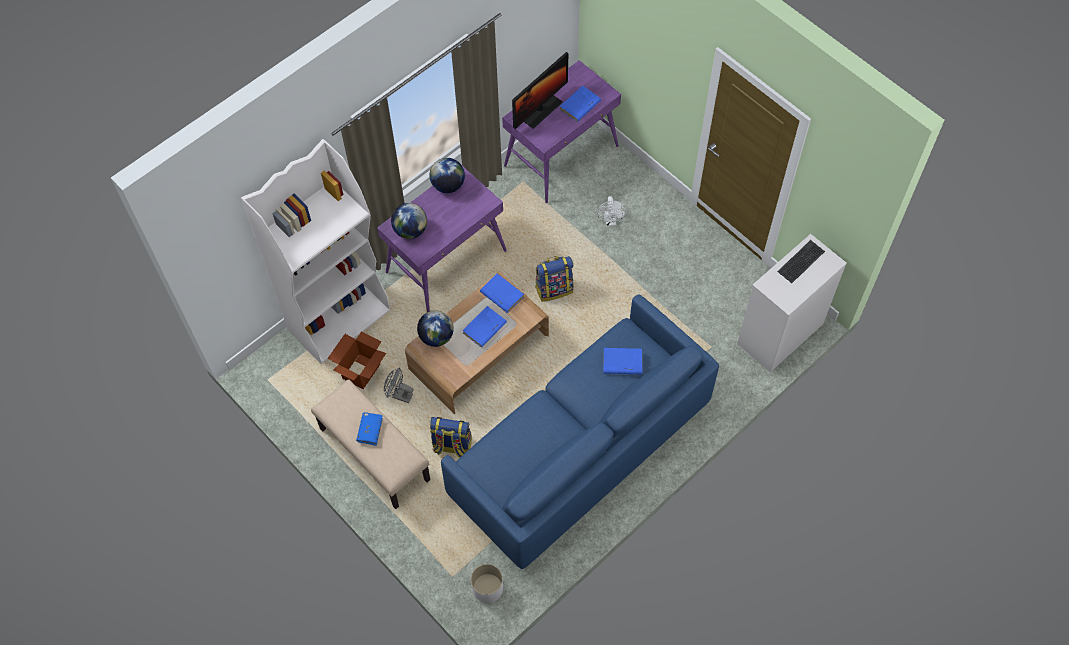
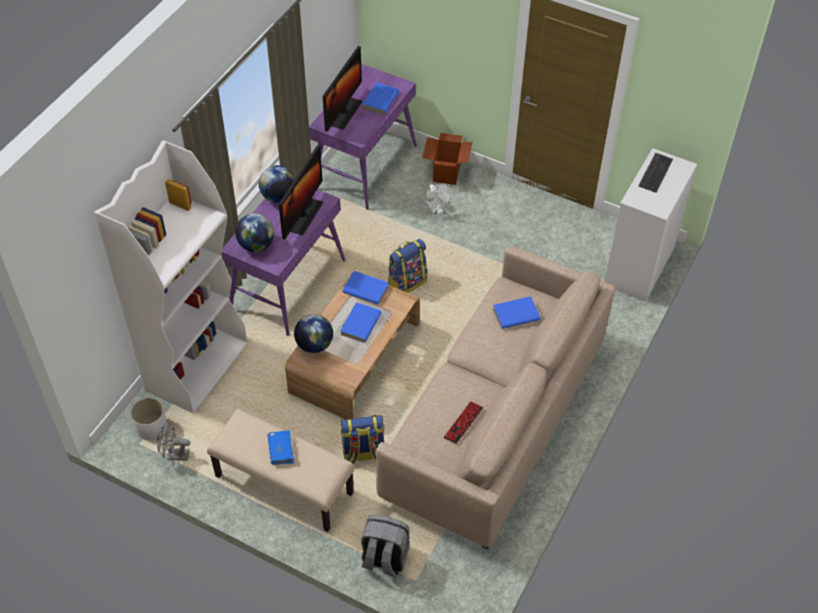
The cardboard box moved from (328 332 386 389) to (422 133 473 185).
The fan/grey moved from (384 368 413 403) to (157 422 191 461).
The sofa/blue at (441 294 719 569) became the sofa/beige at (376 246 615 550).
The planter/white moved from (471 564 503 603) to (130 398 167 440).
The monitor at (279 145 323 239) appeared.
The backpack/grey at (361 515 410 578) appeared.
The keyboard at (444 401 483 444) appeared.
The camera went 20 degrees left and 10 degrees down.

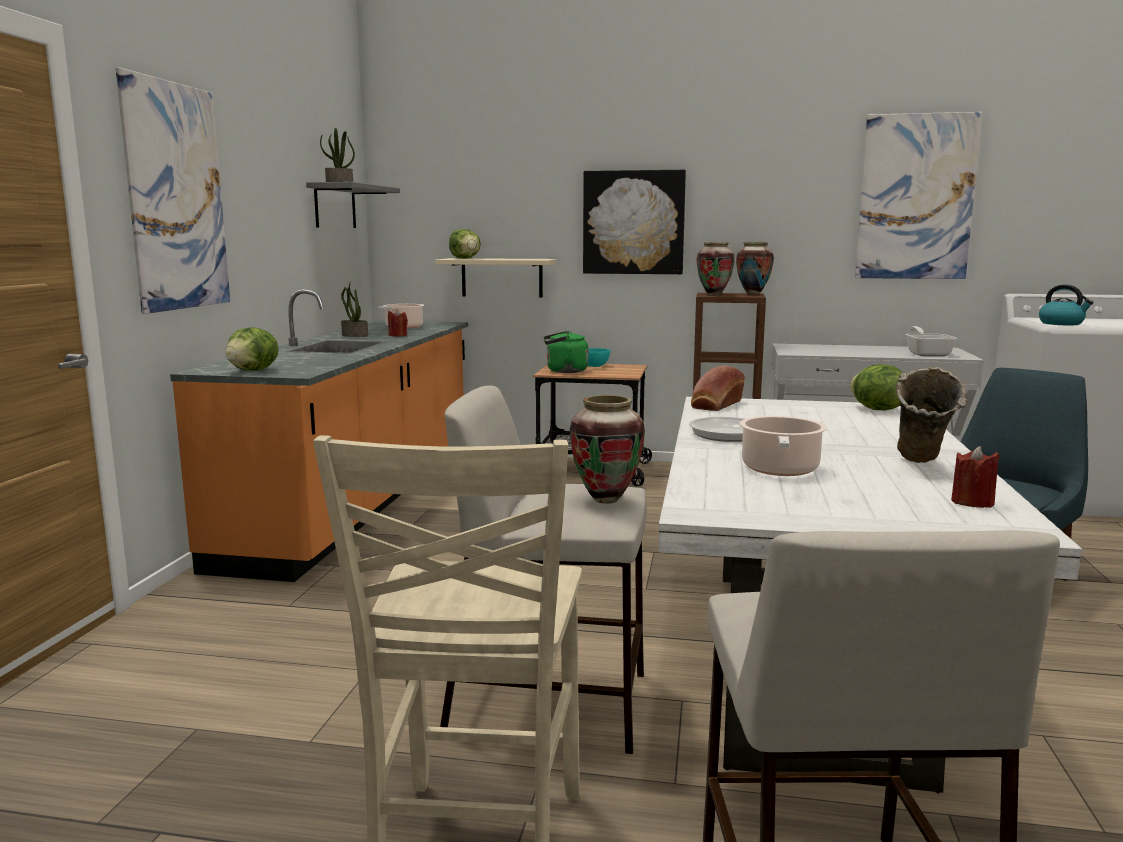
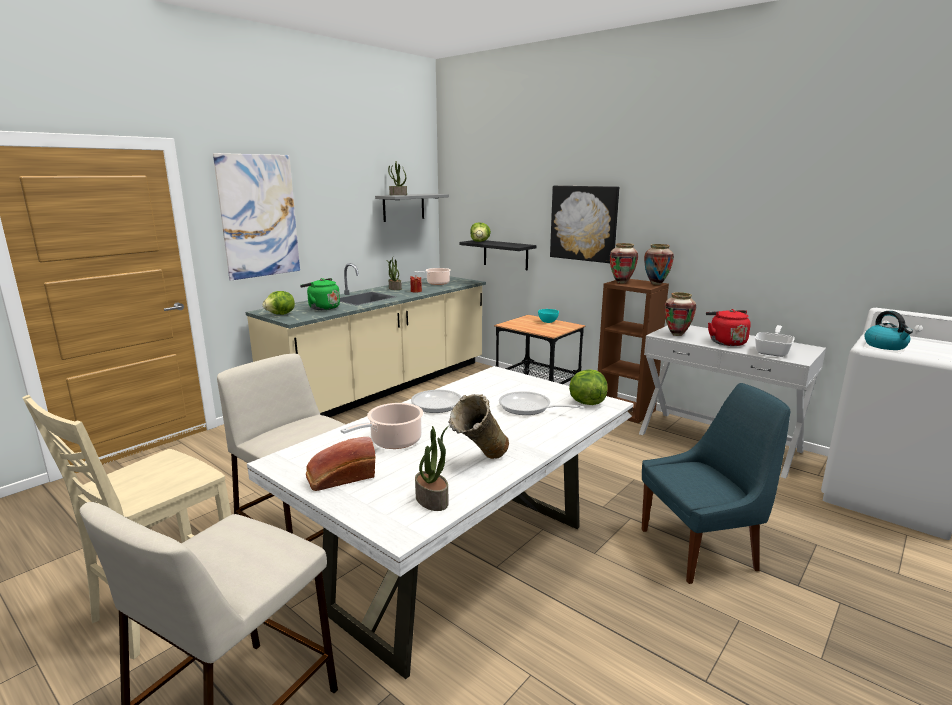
The counter/orange at (170 289 468 582) became the counter/beige at (246 263 486 417).
The shelf/beige at (435 258 556 298) became the shelf/black at (459 240 536 270).
The kettle/green moved from (543 331 588 373) to (300 278 340 310).
The vase moved from (569 395 645 504) to (664 292 696 336).
The bread moved from (691 366 745 411) to (306 437 375 491).
The picture at (855 112 983 279) disappeared.
The candle/red at (951 446 1000 508) was replaced by the potted plant at (415 426 449 511).
The frying pan at (499 391 584 415) appeared.
The kettle/red at (706 309 751 346) appeared.
The camera went 30 degrees right and 5 degrees up.

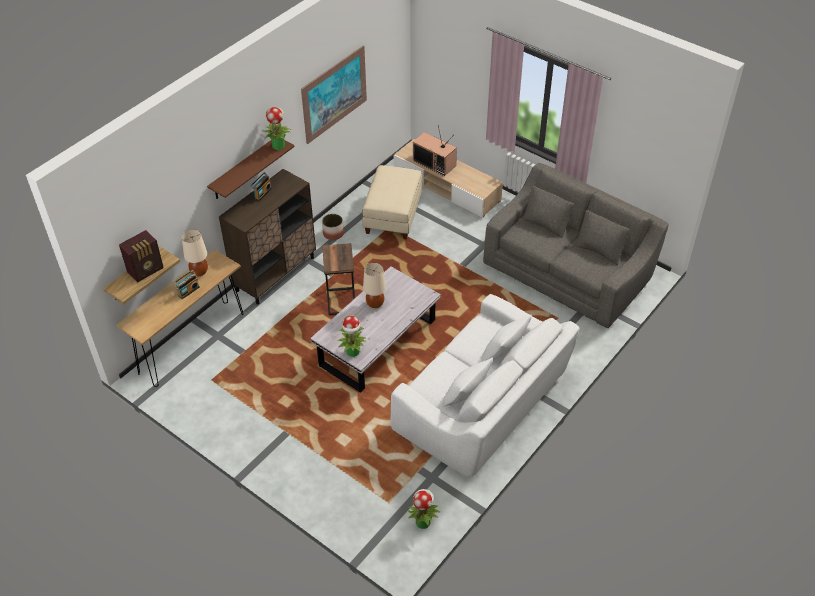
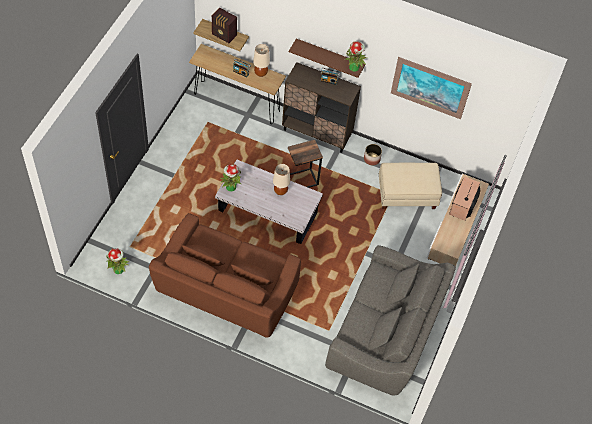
The sofa/white at (391 294 580 477) became the sofa/brown at (149 213 301 338).
The camera went 70 degrees right and 10 degrees up.

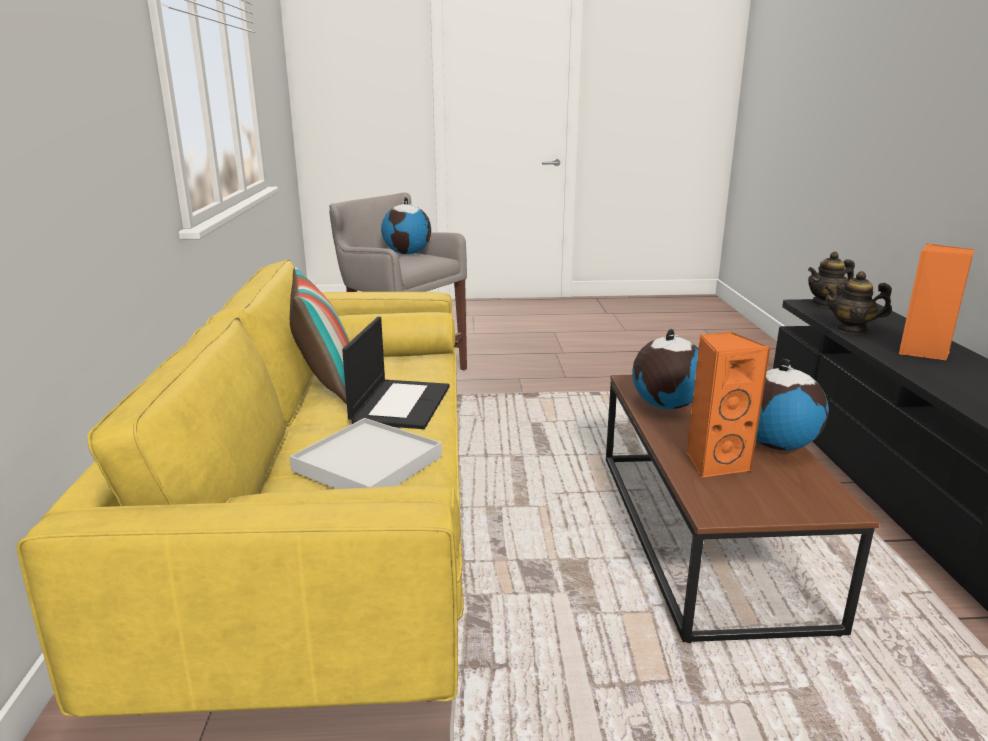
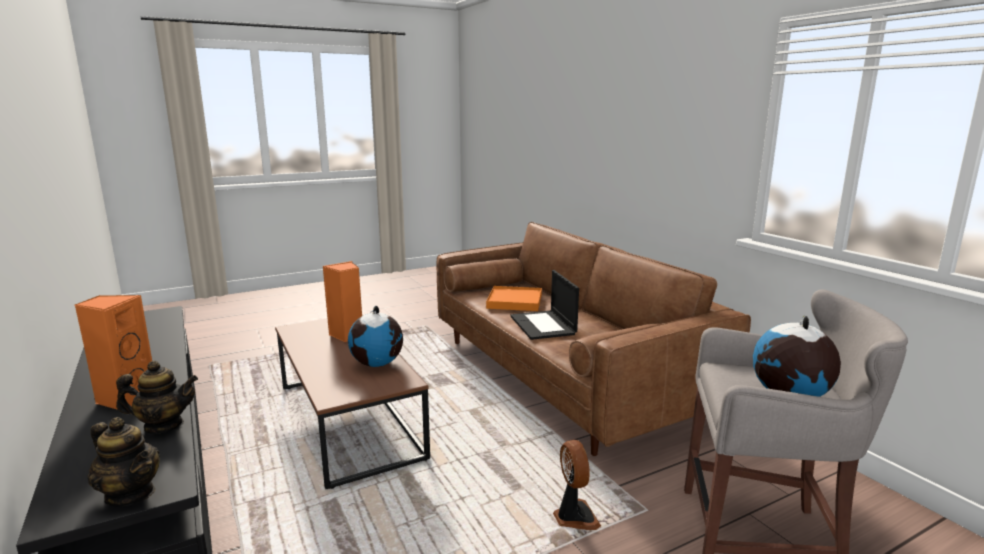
The sofa/yellow at (17 259 464 717) became the sofa/brown at (437 222 751 456).
The tray/white at (289 418 442 489) became the tray/orange at (486 286 542 311).
The pillow at (290 267 350 404) disappeared.
The globe at (756 359 829 451) disappeared.
The teapot at (808 252 855 308) turned 75 degrees clockwise.
The fan at (553 440 601 530) appeared.
The camera went 155 degrees right and 5 degrees down.

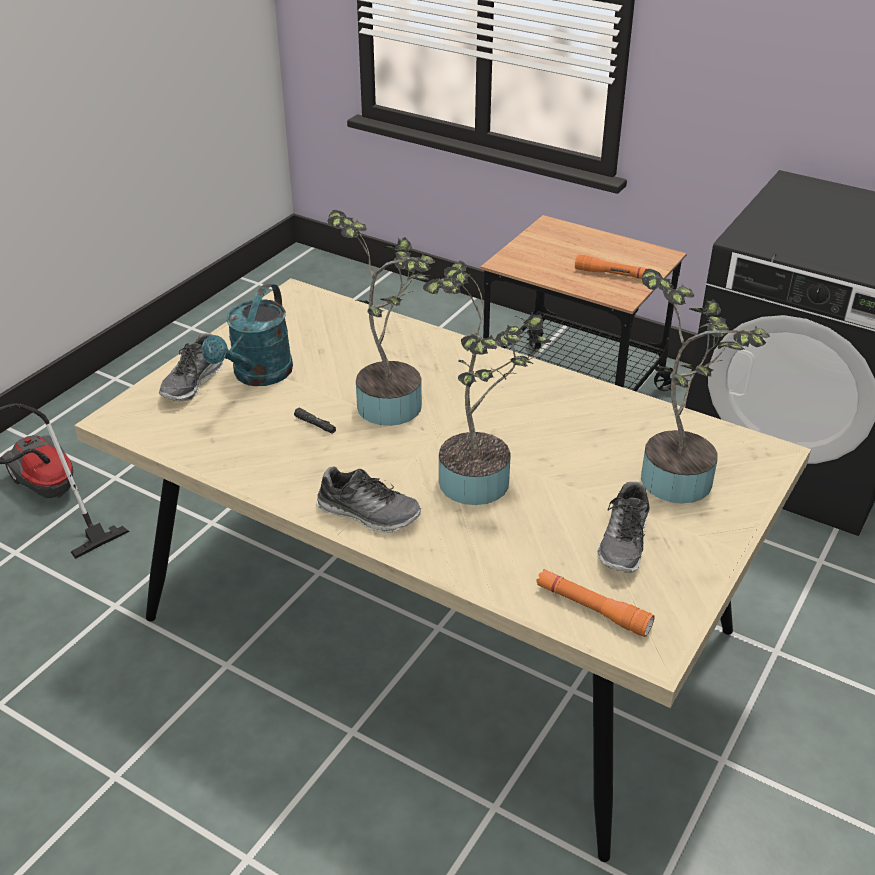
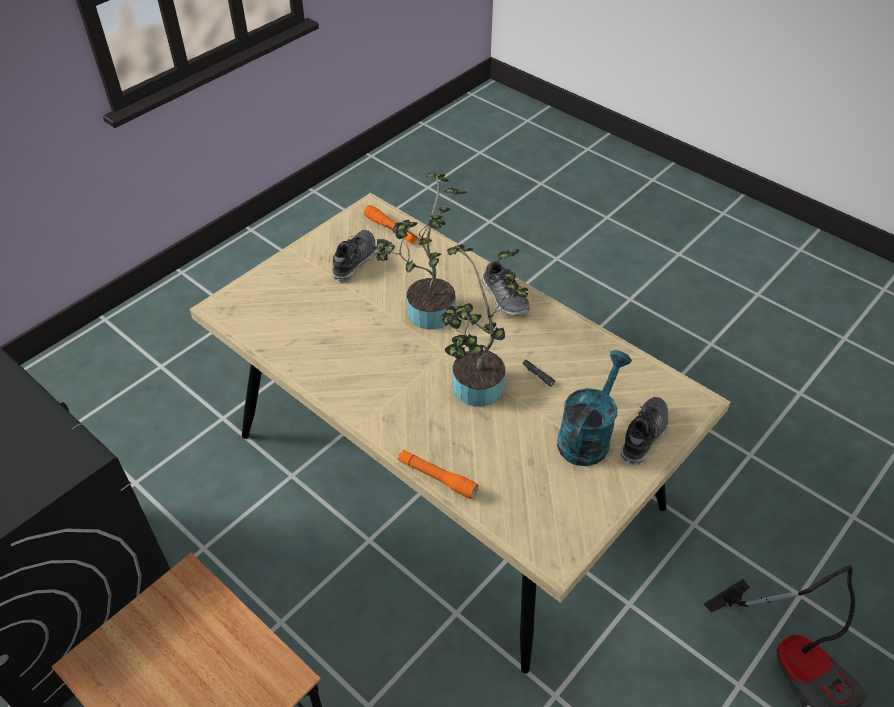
The shoe at (316 466 421 533) turned 150 degrees counterclockwise.
The flashlight/orange moved from (575 255 648 279) to (398 450 478 499).
The potted plant at (641 269 770 504) disappeared.
The camera went 170 degrees left and 10 degrees up.

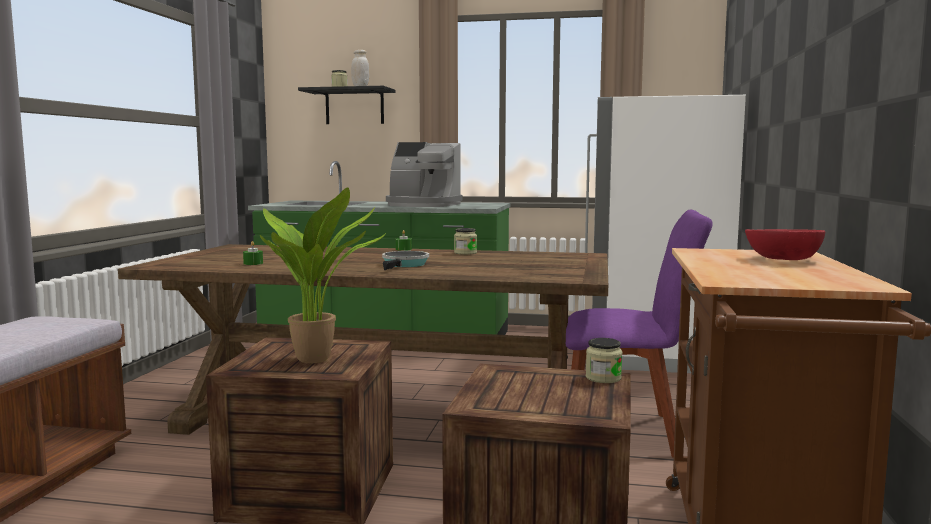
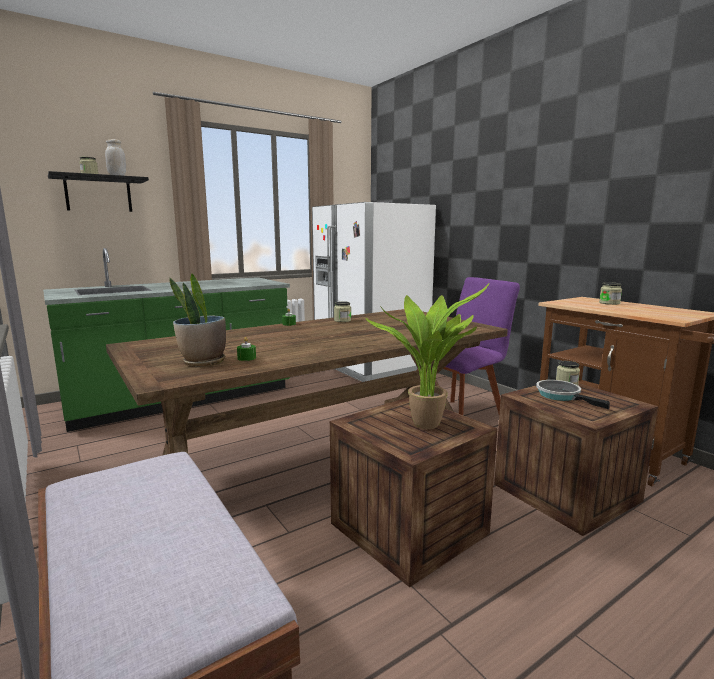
The frying pan moved from (382 251 429 270) to (536 380 610 409).
The coffee machine at (386 142 463 207) disappeared.
The bowl/red at (745 229 825 260) was replaced by the jar at (599 282 622 305).
The potted plant at (169 273 226 366) appeared.
The camera went 45 degrees left and 5 degrees up.

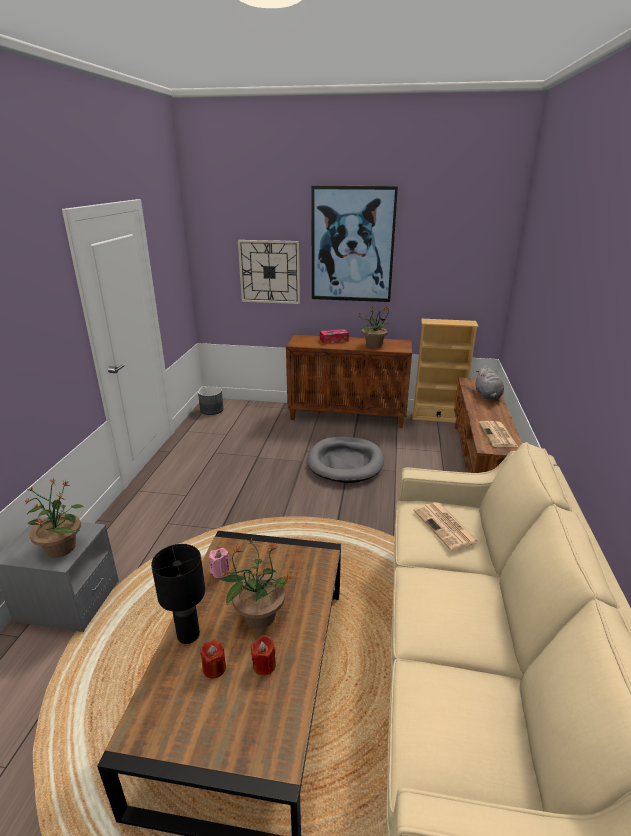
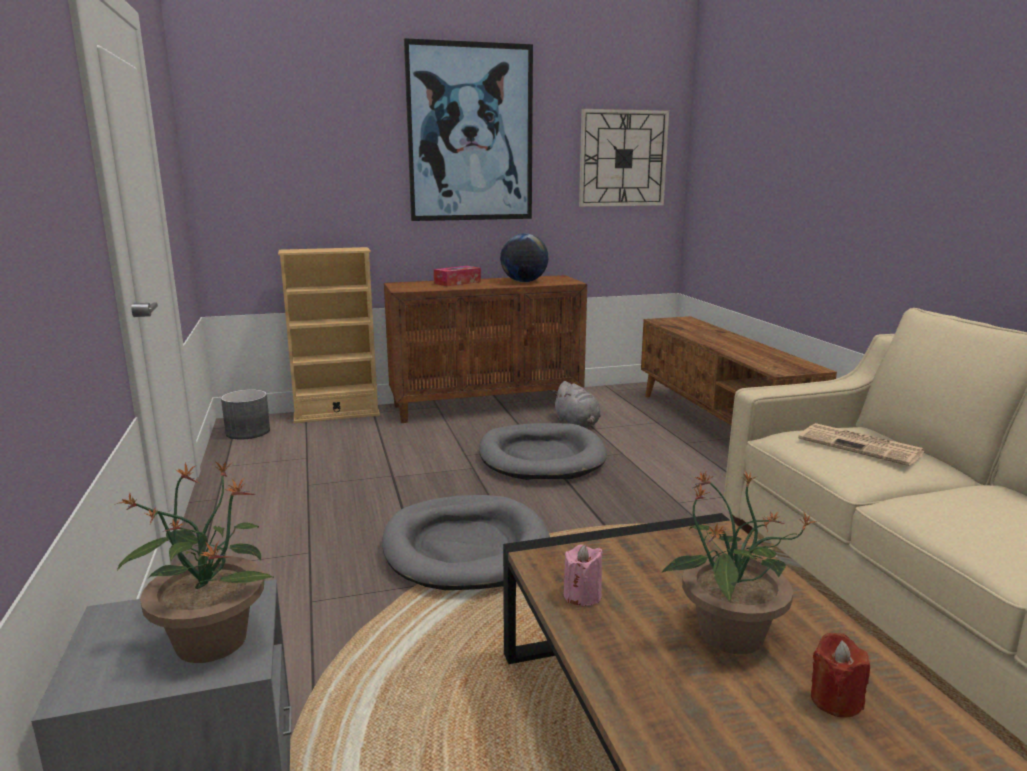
The table lamp/black at (151 544 205 644) disappeared.
The candle/red at (200 640 226 679) disappeared.
The wall clock moved from (238 240 300 304) to (579 109 669 207).
The potted plant at (358 306 395 348) was replaced by the globe at (500 233 549 282).
The bookcase/beige moved from (412 319 478 423) to (278 247 380 423).
The plush toy/grey moved from (476 365 504 399) to (552 381 601 427).
The newspaper at (479 421 518 447) disappeared.
The dog bed/grey at (382 495 550 590) appeared.
The camera went 25 degrees left and 10 degrees down.

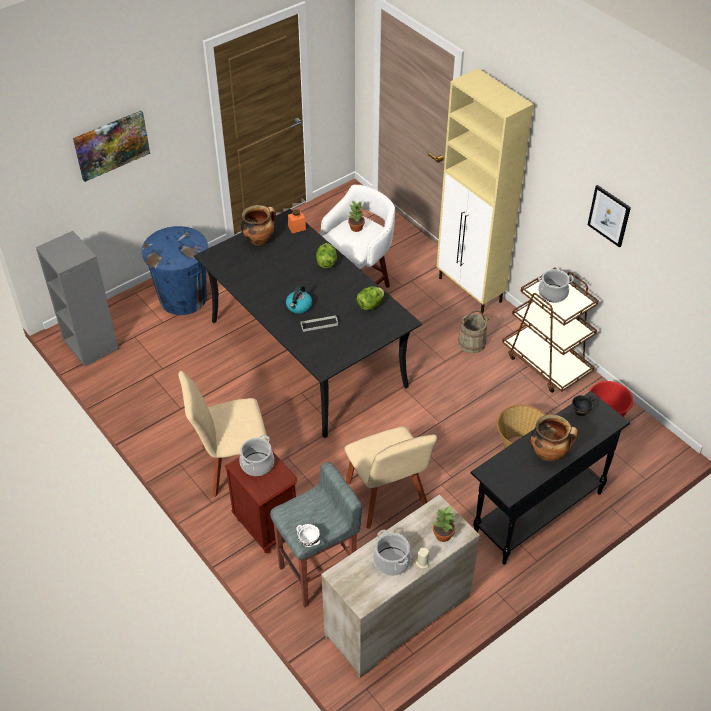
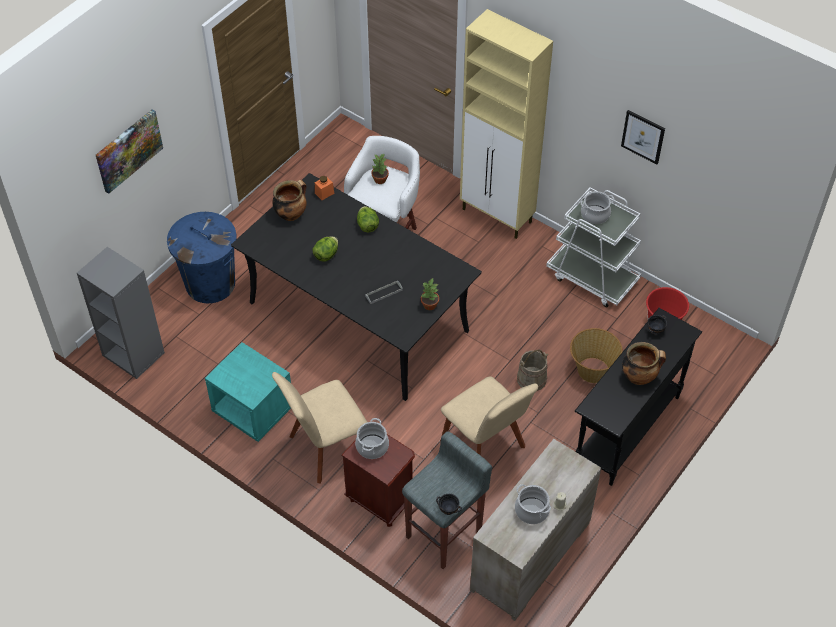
The kettle at (286 285 312 314) disappeared.
The bowl/white at (297 524 320 547) became the bowl/black at (436 494 462 515).
The lettuce moved from (357 287 384 310) to (313 236 338 261).
The potted plant moved from (433 506 456 542) to (421 279 439 310).
The bucket/beige moved from (458 310 489 353) to (517 350 548 391).
The cart/brown at (502 267 599 393) became the cart/white at (546 187 641 307).
The nightstand/turquoise at (205 342 291 442) appeared.
The camera went 15 degrees left and 5 degrees up.

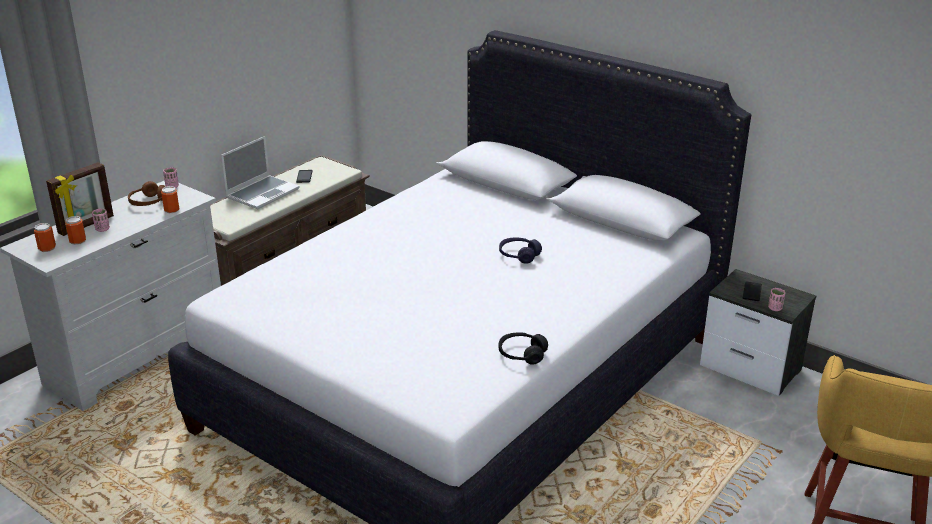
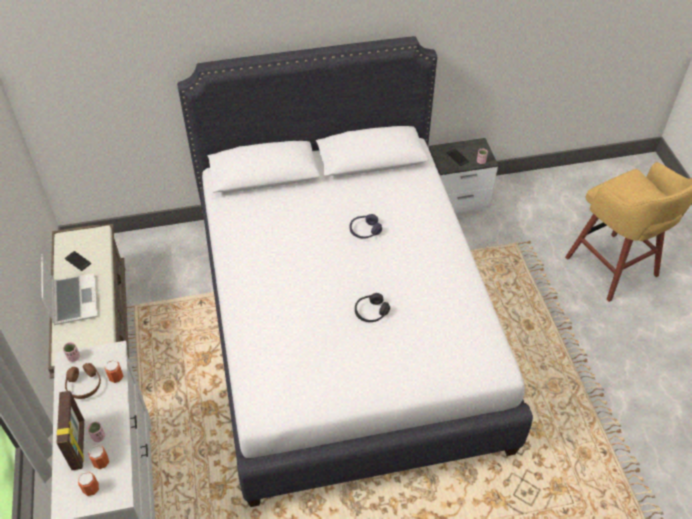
The headphones/black moved from (499 333 548 365) to (355 293 390 322).
The camera went 50 degrees left and 20 degrees up.

